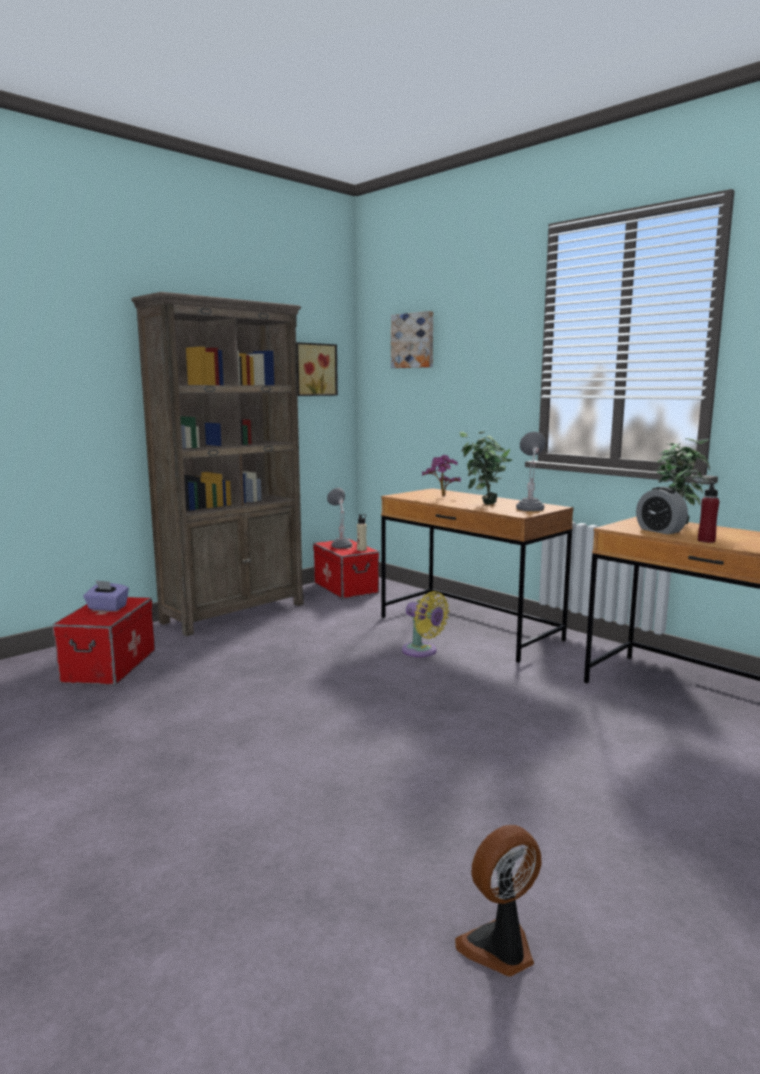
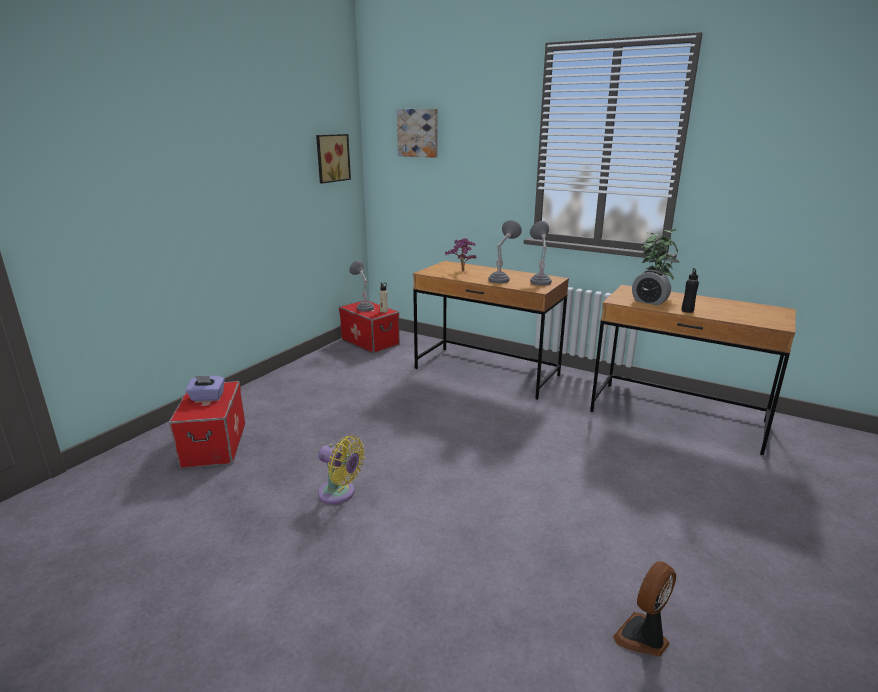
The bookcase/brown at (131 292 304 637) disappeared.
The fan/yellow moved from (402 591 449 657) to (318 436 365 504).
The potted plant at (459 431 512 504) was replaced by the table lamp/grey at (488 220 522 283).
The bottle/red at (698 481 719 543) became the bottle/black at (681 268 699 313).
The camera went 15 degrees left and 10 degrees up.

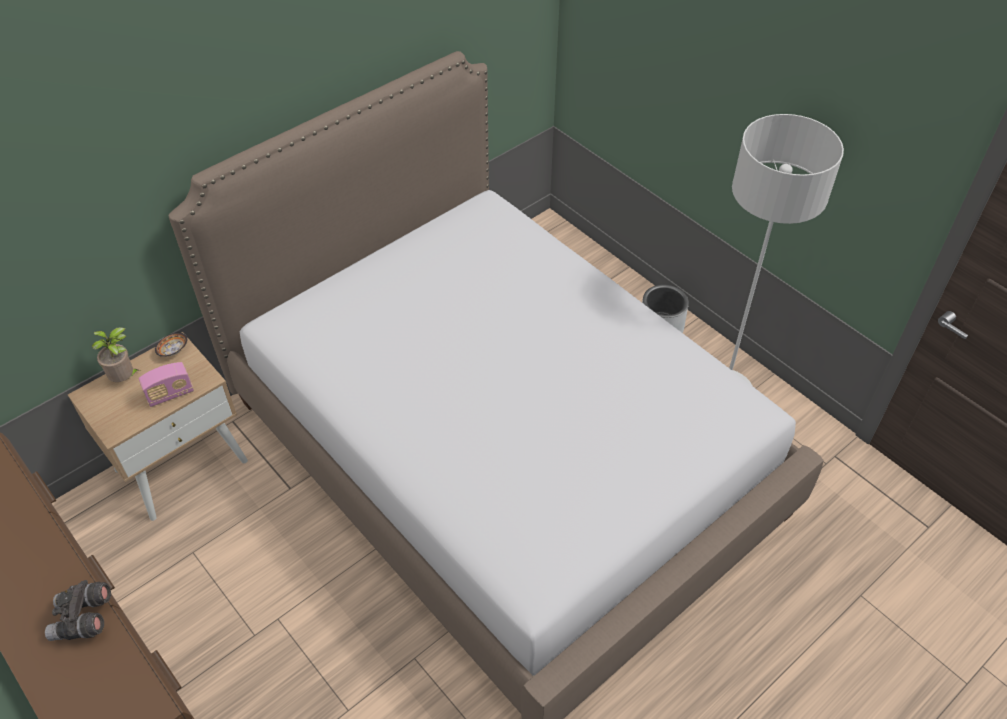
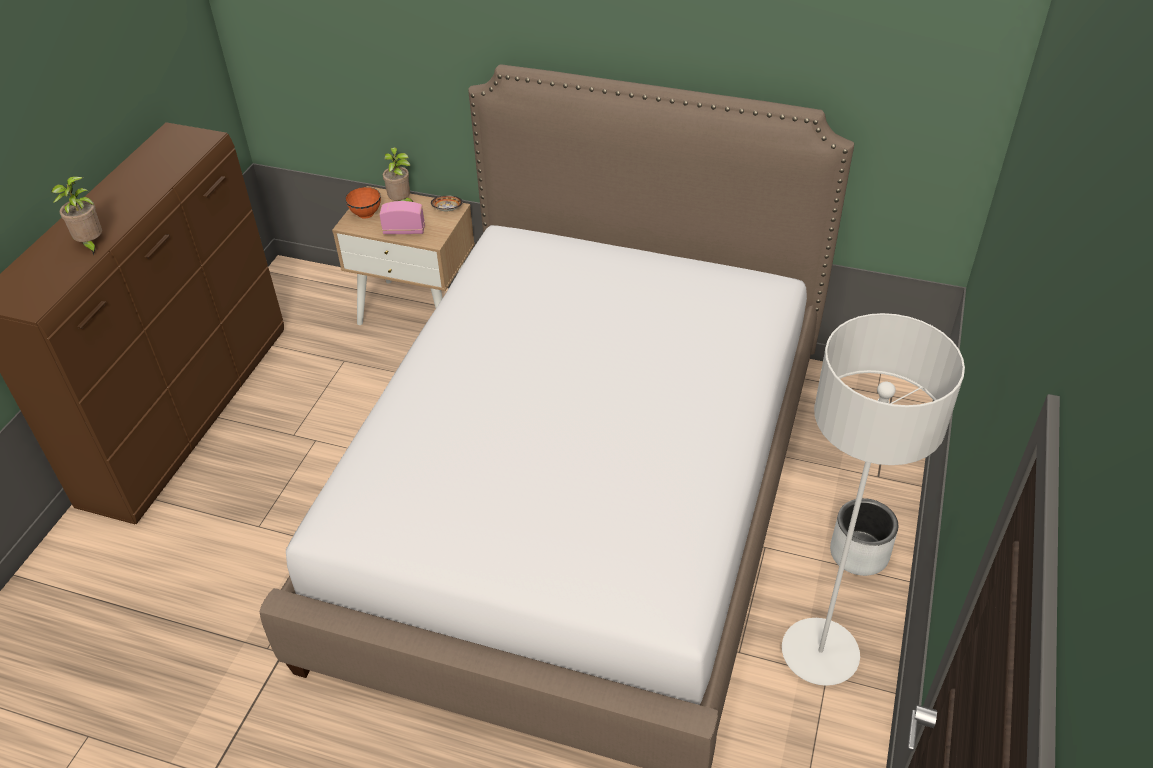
The binoculars/grey at (45 580 111 641) was replaced by the potted plant at (51 176 102 256).
The radio at (139 362 194 407) turned 150 degrees clockwise.
The bowl/orange at (345 187 381 219) appeared.
The camera went 60 degrees right and 5 degrees down.

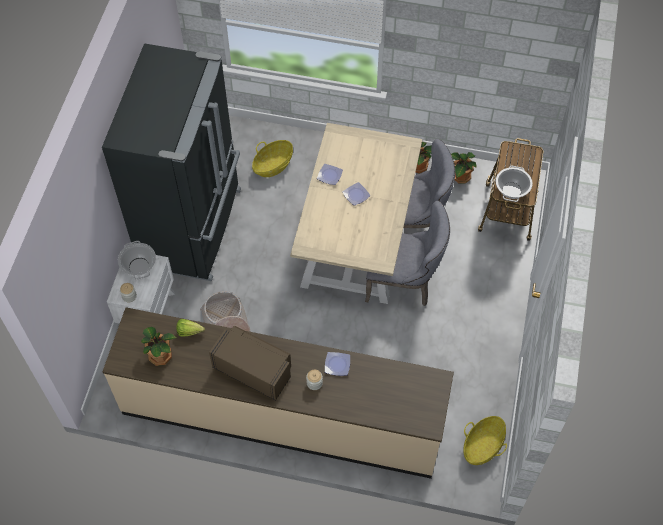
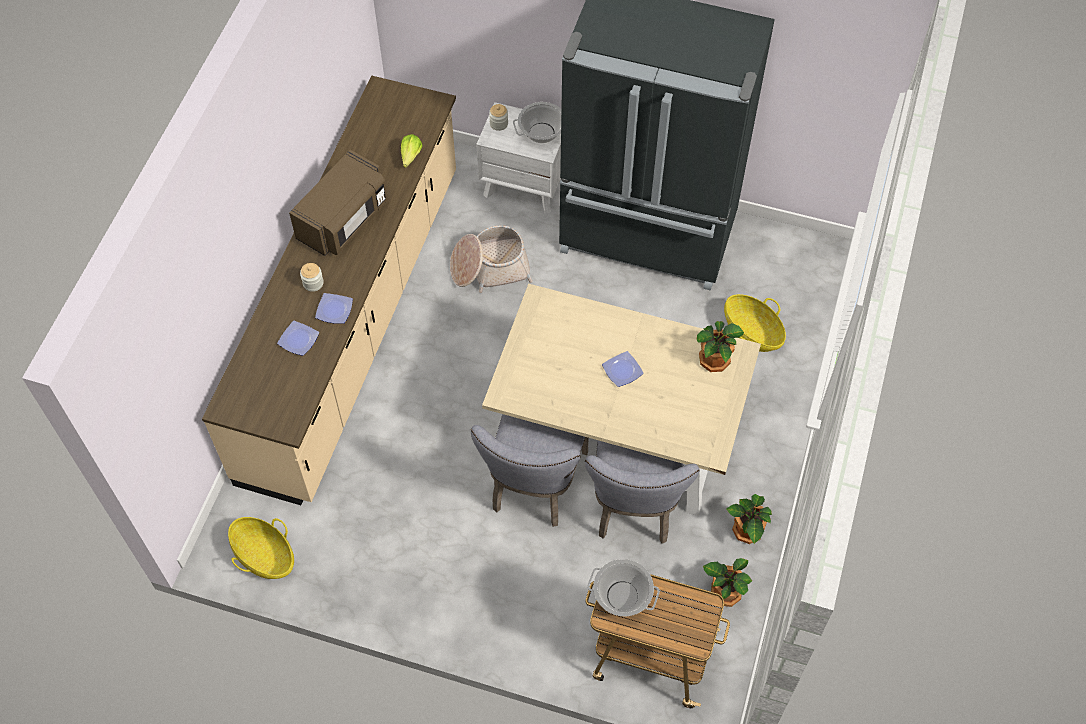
The potted plant moved from (141 327 176 366) to (697 321 744 372).
The plate moved from (317 164 343 185) to (277 321 319 356).
The camera went 95 degrees right and 0 degrees up.

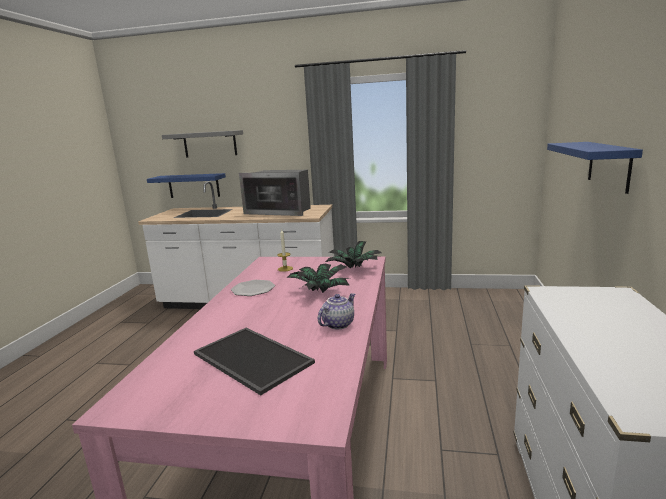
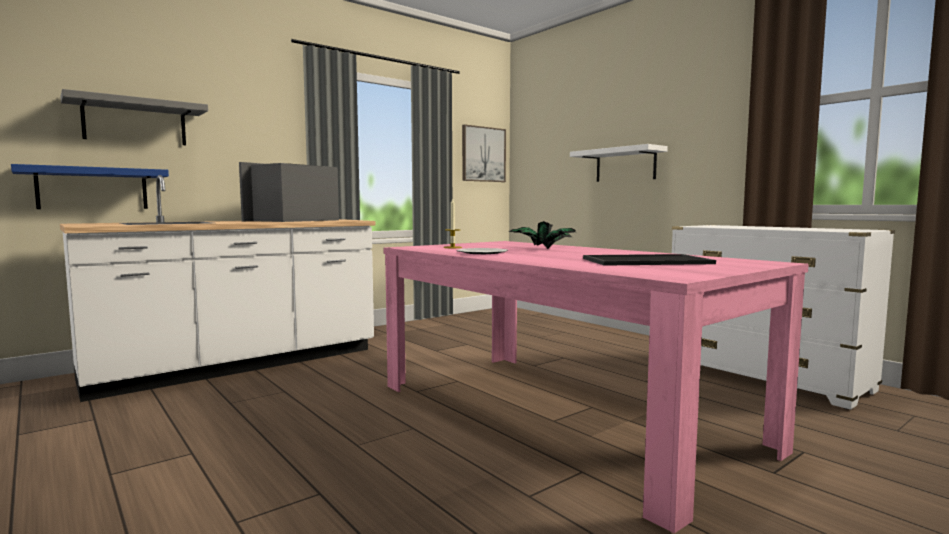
The microwave at (239 170 311 216) turned 150 degrees clockwise.
The teapot at (318 293 355 329) disappeared.
The potted plant at (325 241 382 268) disappeared.
The shelf/blue at (547 142 643 194) became the shelf/white at (570 144 668 182).
The picture at (462 125 506 182) appeared.
The camera went 50 degrees left and 10 degrees down.

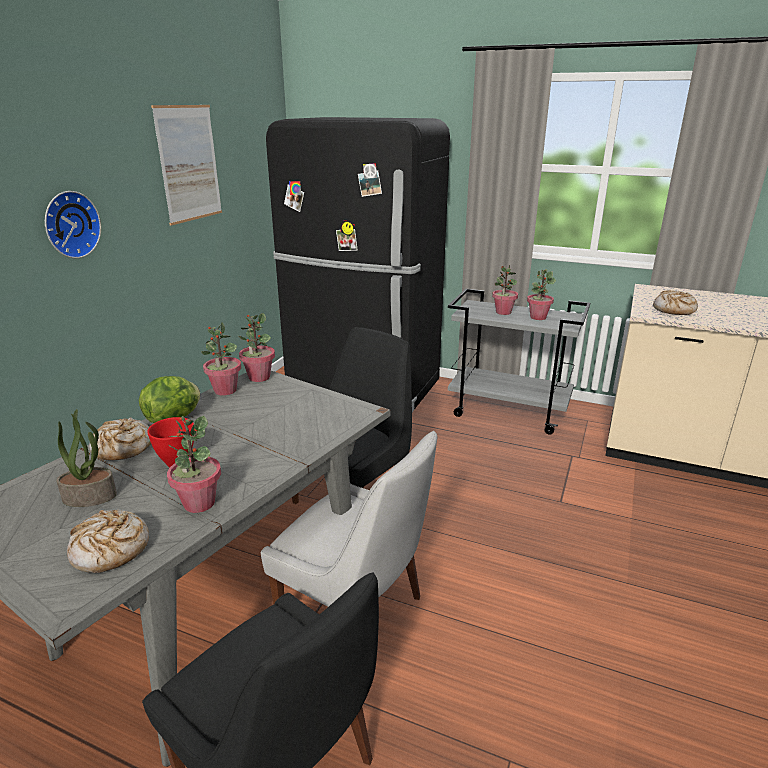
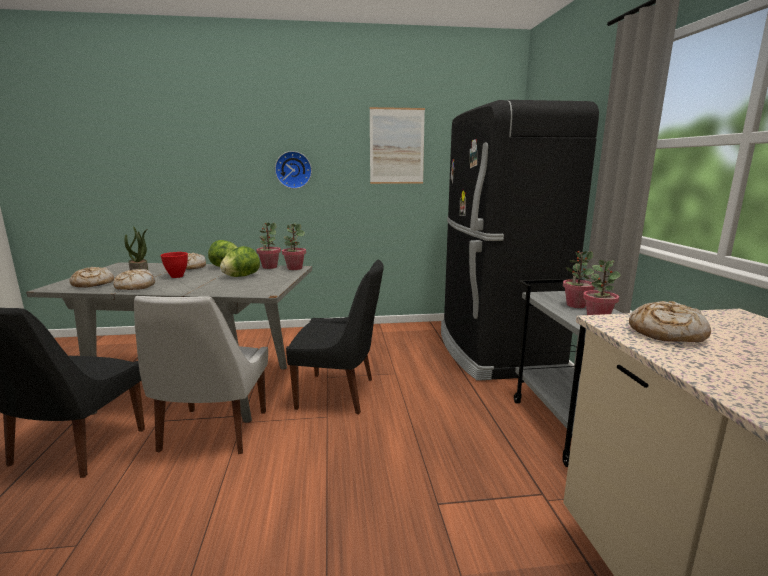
The potted plant at (167 416 221 513) was replaced by the bread at (113 269 155 290).
The lettuce at (220 246 260 277) appeared.
The camera went 60 degrees right and 10 degrees down.

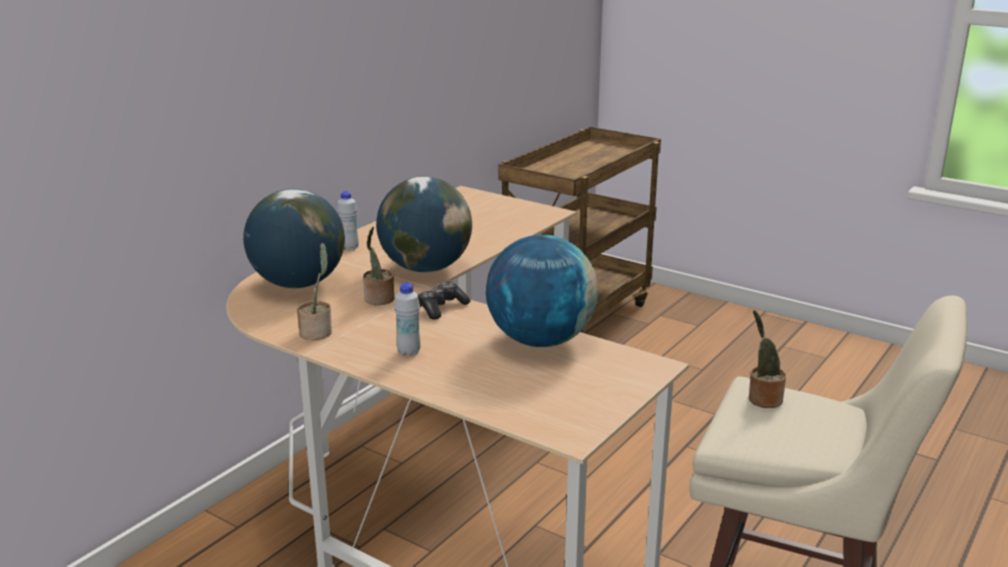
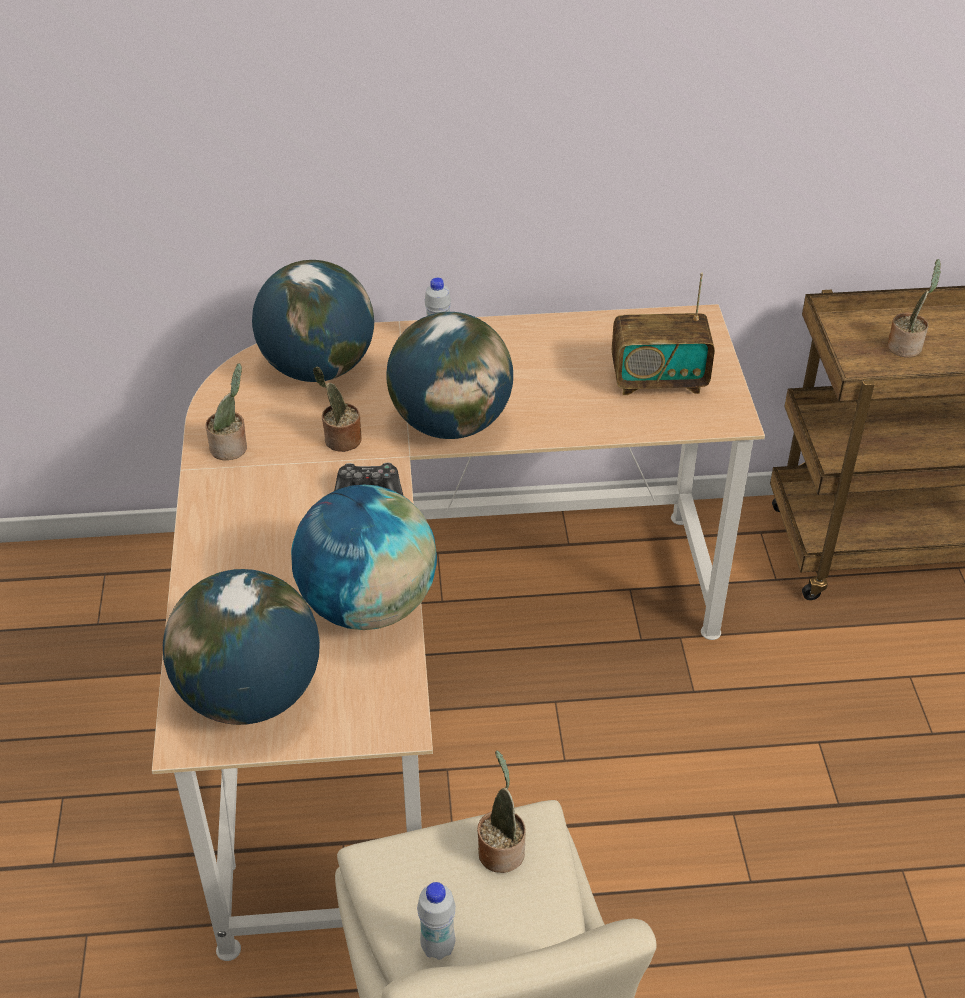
The bottle/white moved from (394 283 421 356) to (417 882 456 960).
The globe at (163 569 320 725) appeared.
The radio at (612 273 715 395) appeared.
The potted plant at (887 259 941 358) appeared.
The camera went 50 degrees right and 20 degrees up.

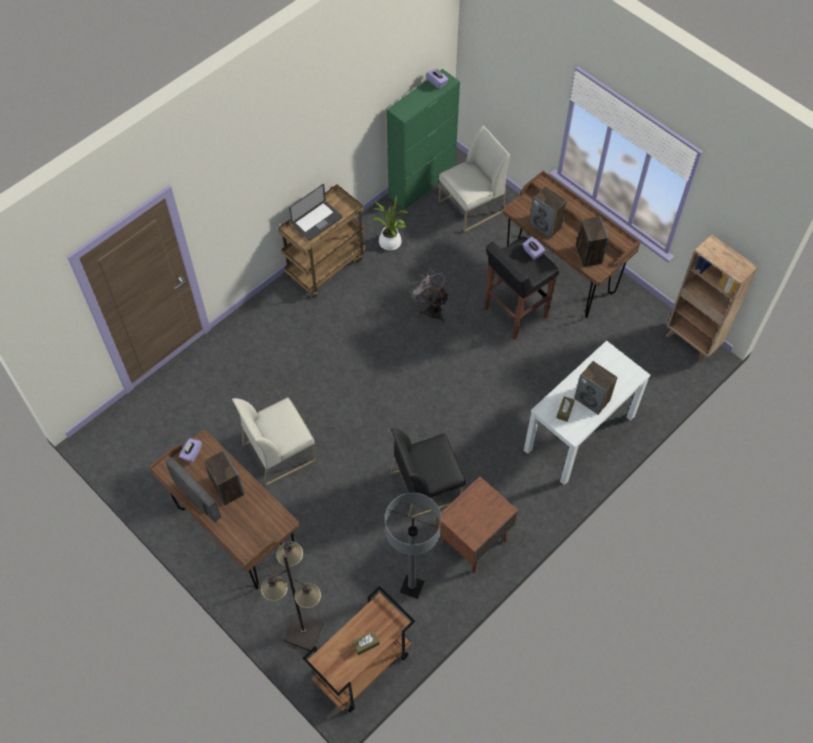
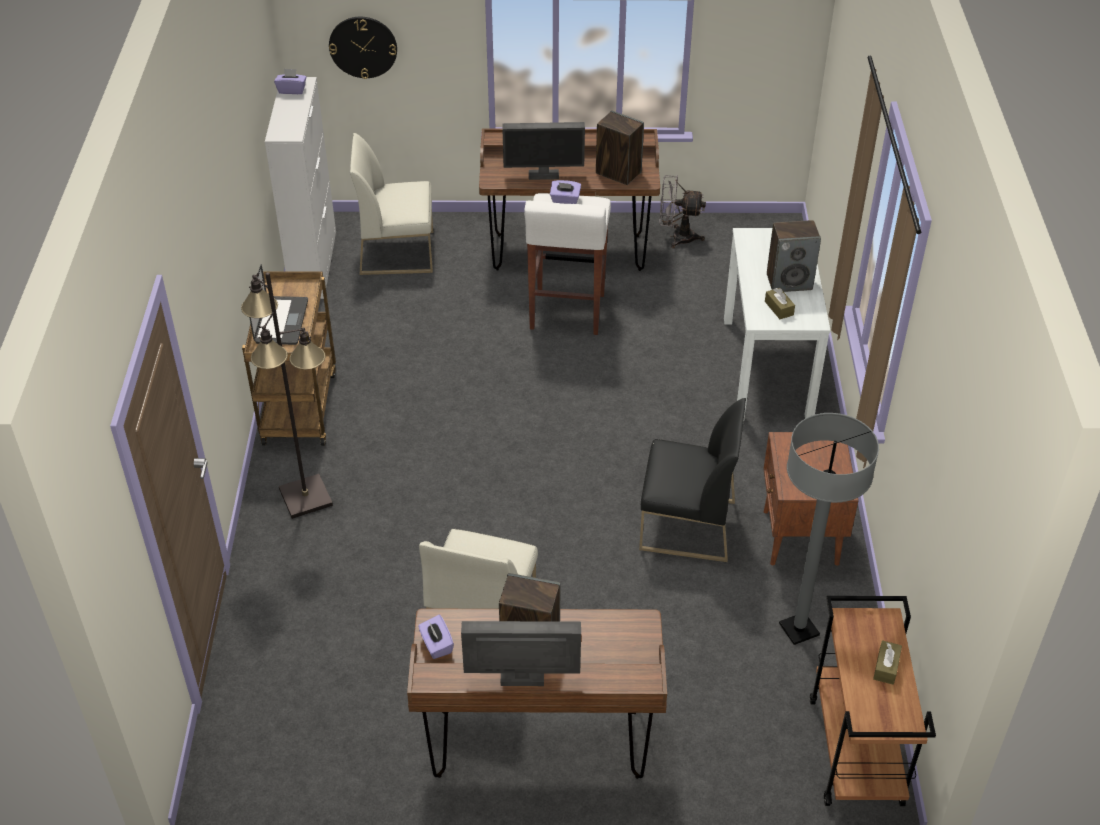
The floor lamp/black moved from (261 541 324 651) to (241 272 333 519).
The potted plant at (373 195 408 250) disappeared.
The cabinet/green at (387 69 460 210) became the cabinet/white at (265 77 336 299).
The chair/black at (390 428 465 519) turned 105 degrees counterclockwise.
The fan/grey moved from (409 269 449 323) to (659 175 706 248).
The chair/white at (439 125 511 233) turned 105 degrees counterclockwise.
The stool/black at (484 236 559 340) became the stool/white at (524 193 611 335).
The speaker at (529 187 567 239) was replaced by the monitor at (502 122 585 180).
The bookcase/brown at (666 235 758 363) disappeared.
The wall clock at (329 17 397 79) appeared.
The camera went 45 degrees left and 15 degrees down.

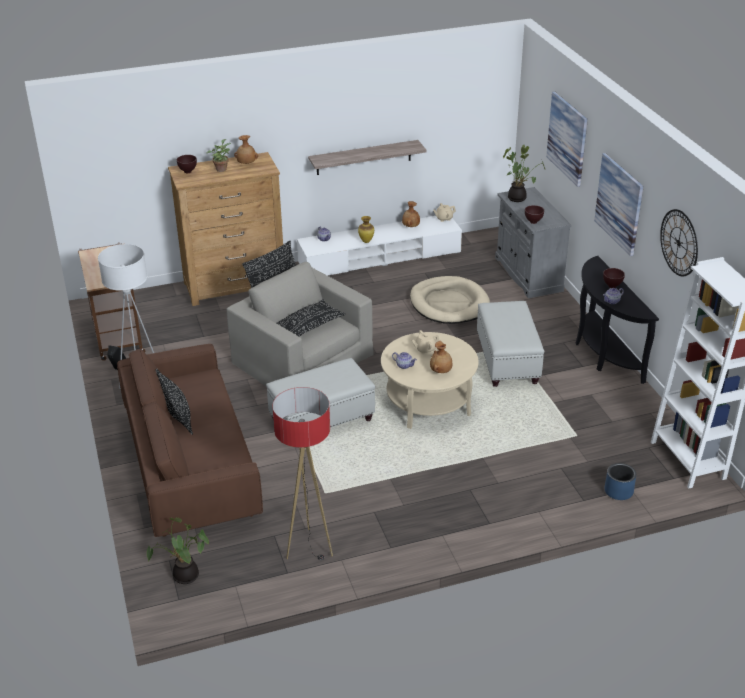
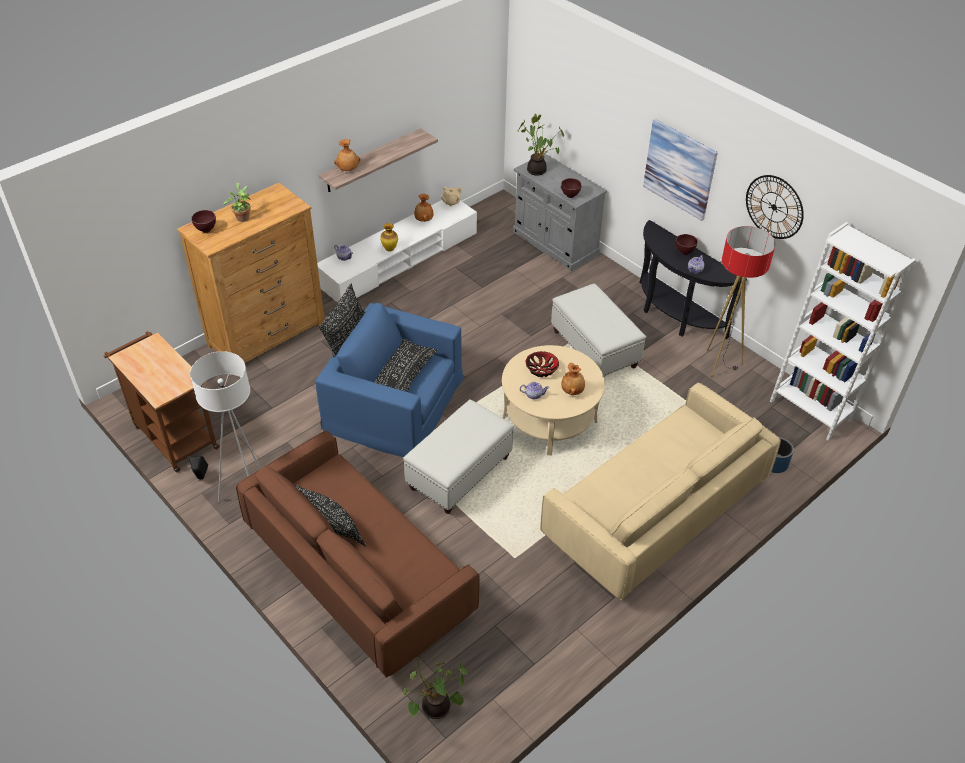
The armchair/beige at (226 262 374 386) became the armchair/blue at (315 303 463 457).
The vase/brown moved from (234 135 258 164) to (334 139 361 171).
The floor lamp moved from (272 387 333 560) to (707 226 776 377).
The dog bed/beige at (410 276 490 324) disappeared.
The teapot/beige at (412 330 439 354) was replaced by the bowl at (525 351 559 377).
The picture at (546 91 588 187) disappeared.
The sofa/beige at (540 382 781 600) appeared.
The camera went 25 degrees left and 10 degrees up.

